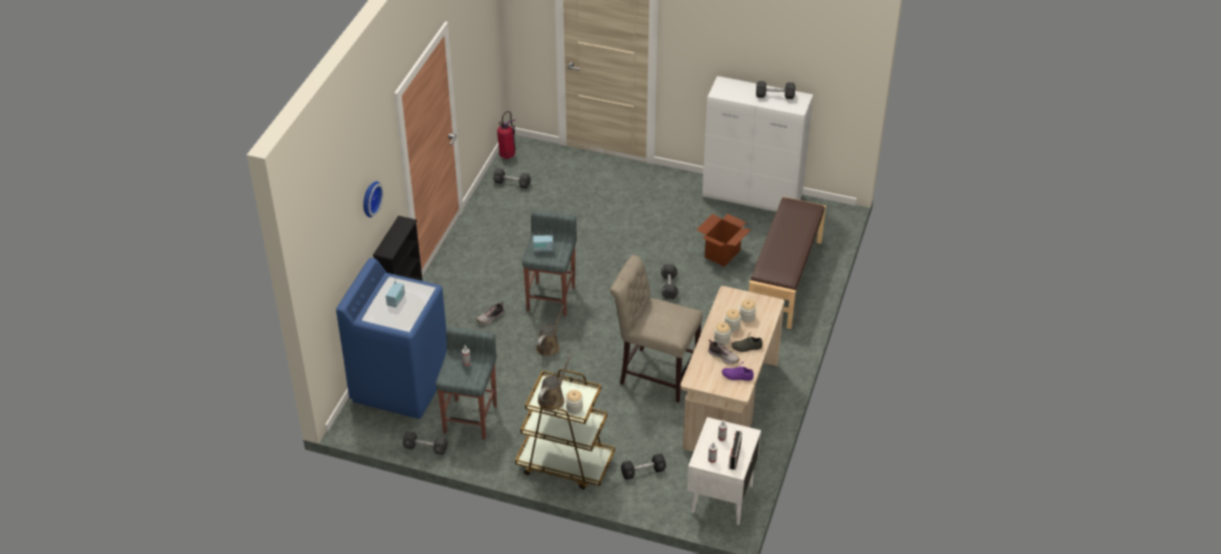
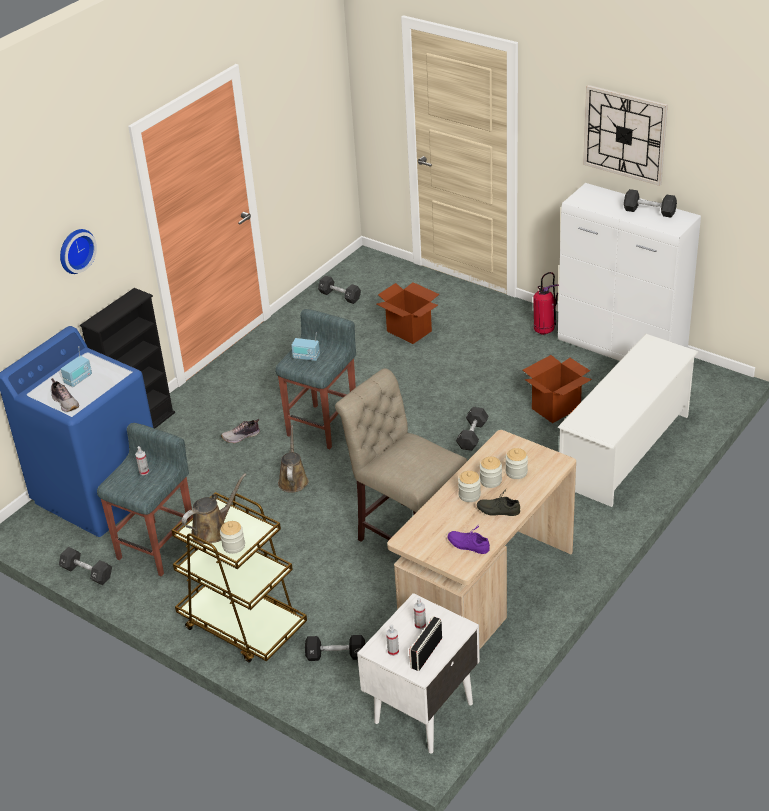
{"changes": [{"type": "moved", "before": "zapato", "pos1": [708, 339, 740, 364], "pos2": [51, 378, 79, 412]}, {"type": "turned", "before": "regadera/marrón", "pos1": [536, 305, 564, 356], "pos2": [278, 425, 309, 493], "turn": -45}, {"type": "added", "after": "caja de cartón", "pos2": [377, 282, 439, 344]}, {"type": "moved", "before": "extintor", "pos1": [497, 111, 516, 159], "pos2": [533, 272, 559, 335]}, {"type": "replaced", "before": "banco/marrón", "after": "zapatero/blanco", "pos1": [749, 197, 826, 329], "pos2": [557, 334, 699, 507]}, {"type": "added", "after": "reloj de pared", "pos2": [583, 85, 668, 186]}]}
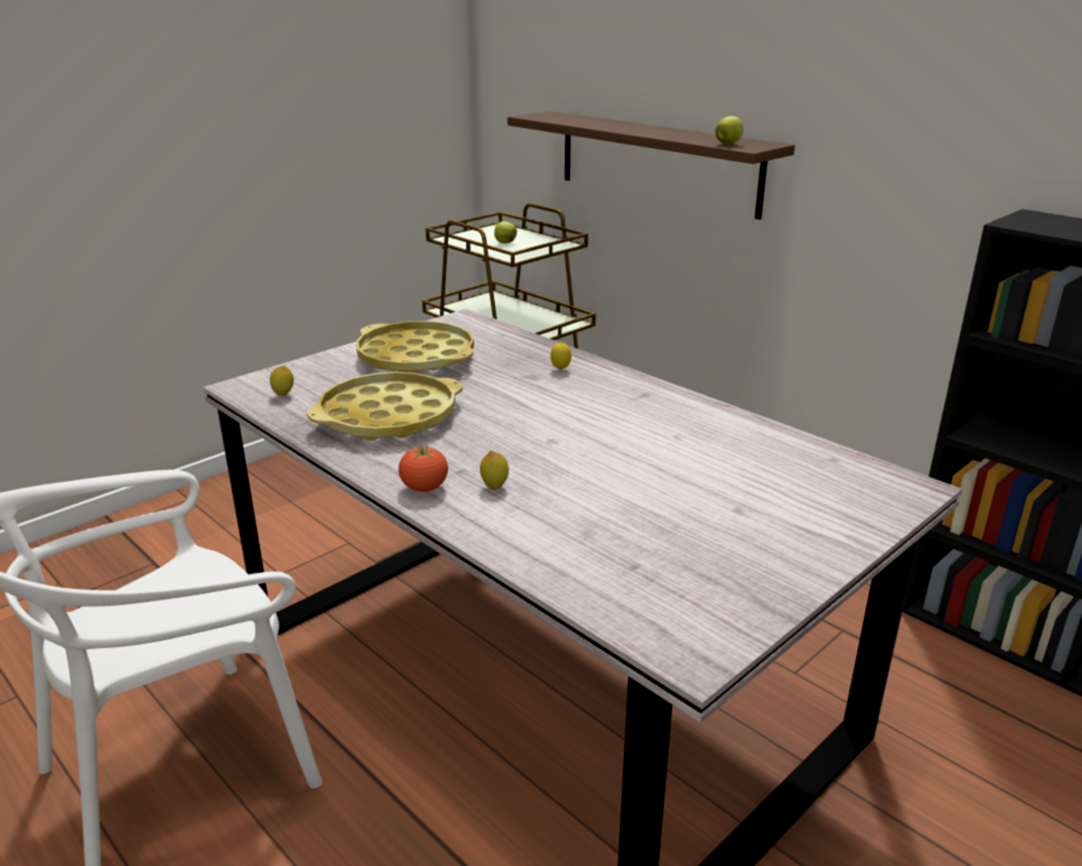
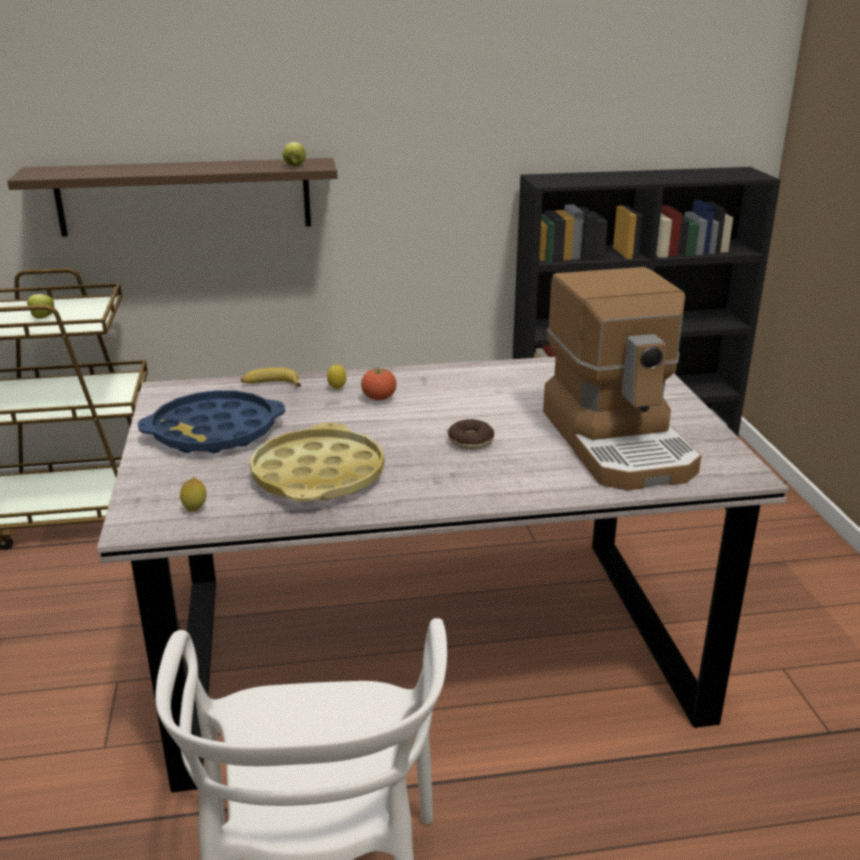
{"changes": [{"type": "recoloured", "before": "bandeja/amarillo", "after": "bandeja/azul", "pos1": [356, 321, 474, 373], "pos2": [138, 390, 285, 453]}, {"type": "added", "after": "plátano", "pos2": [241, 367, 301, 387]}, {"type": "moved", "before": "tomate", "pos1": [399, 445, 448, 492], "pos2": [361, 367, 397, 401]}, {"type": "added", "after": "rosquilla", "pos2": [448, 419, 494, 450]}, {"type": "added", "after": "cafetera", "pos2": [543, 267, 701, 491]}, {"type": "removed", "before": "limón", "pos1": [480, 451, 509, 490]}]}
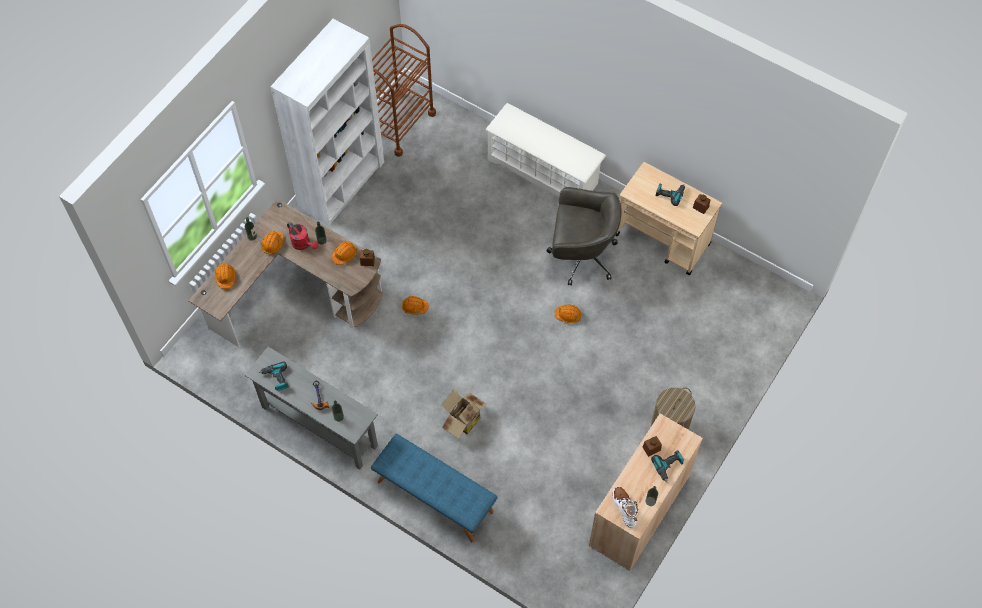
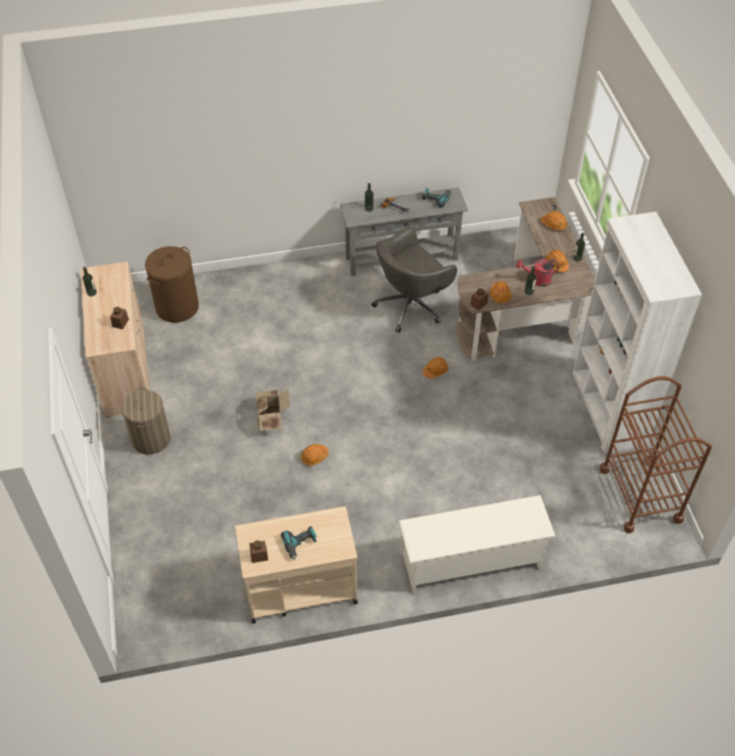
{"changes": [{"type": "added", "after": "cesto de la ropa/marrón", "pos2": [145, 246, 199, 323]}, {"type": "moved", "before": "caja de cartón", "pos1": [441, 390, 486, 439], "pos2": [256, 389, 290, 431]}, {"type": "moved", "before": "silla de oficina/gris", "pos1": [546, 187, 622, 286], "pos2": [371, 227, 457, 333]}, {"type": "removed", "before": "banco/azul", "pos1": [371, 434, 497, 542]}, {"type": "removed", "before": "bota/blanco", "pos1": [612, 487, 638, 528]}, {"type": "removed", "before": "taladro", "pos1": [651, 450, 684, 482]}]}
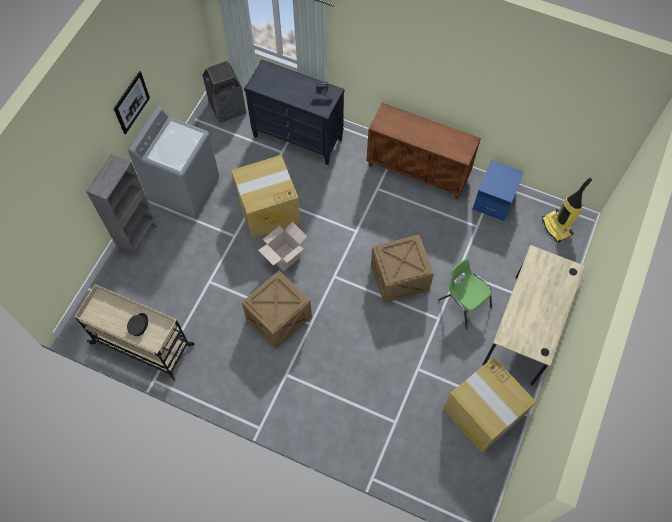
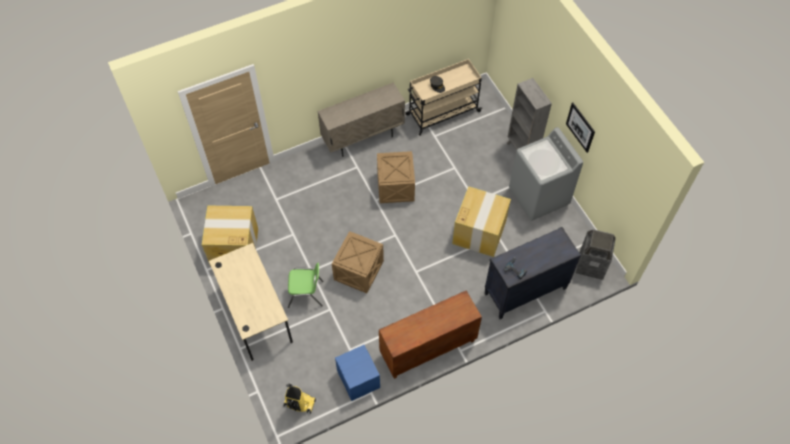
{"changes": [{"type": "added", "after": "armario/beis", "pos2": [317, 82, 405, 157]}, {"type": "removed", "before": "caja de cartón", "pos1": [258, 222, 307, 271]}]}
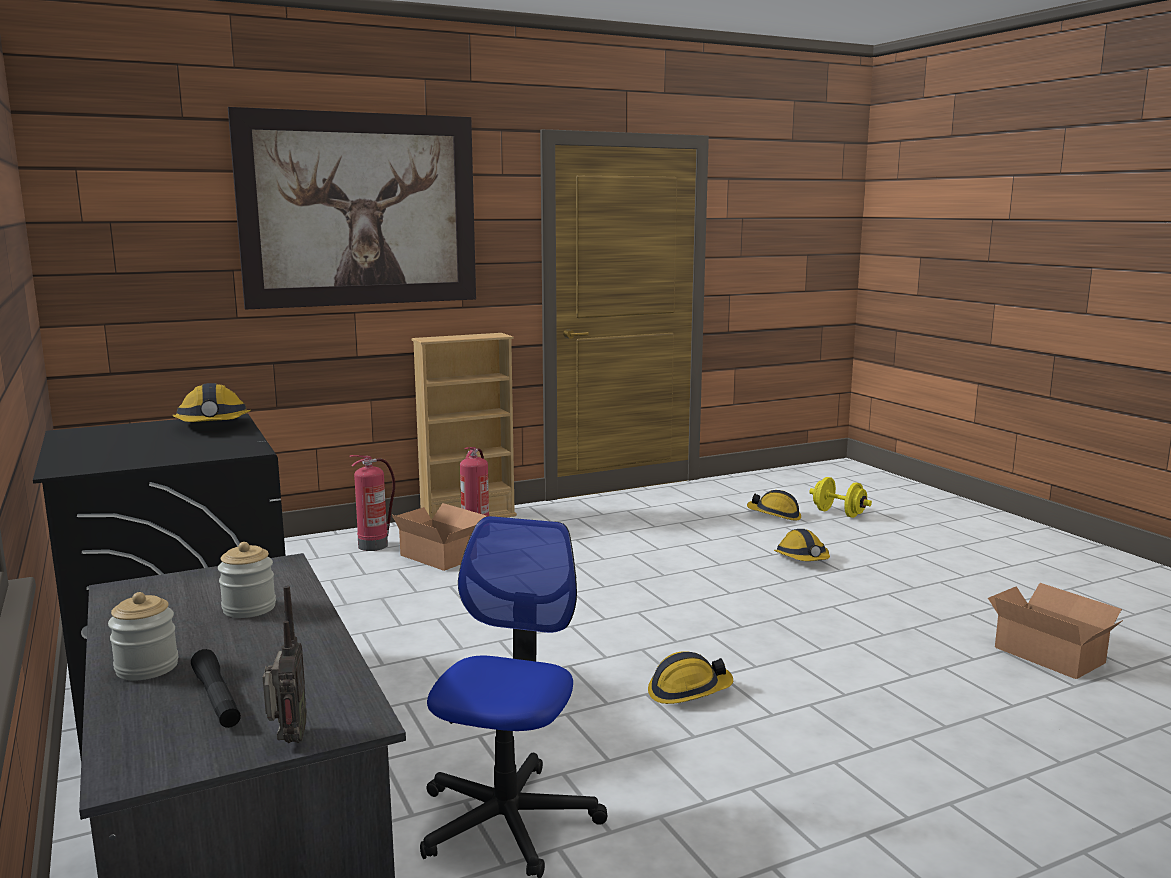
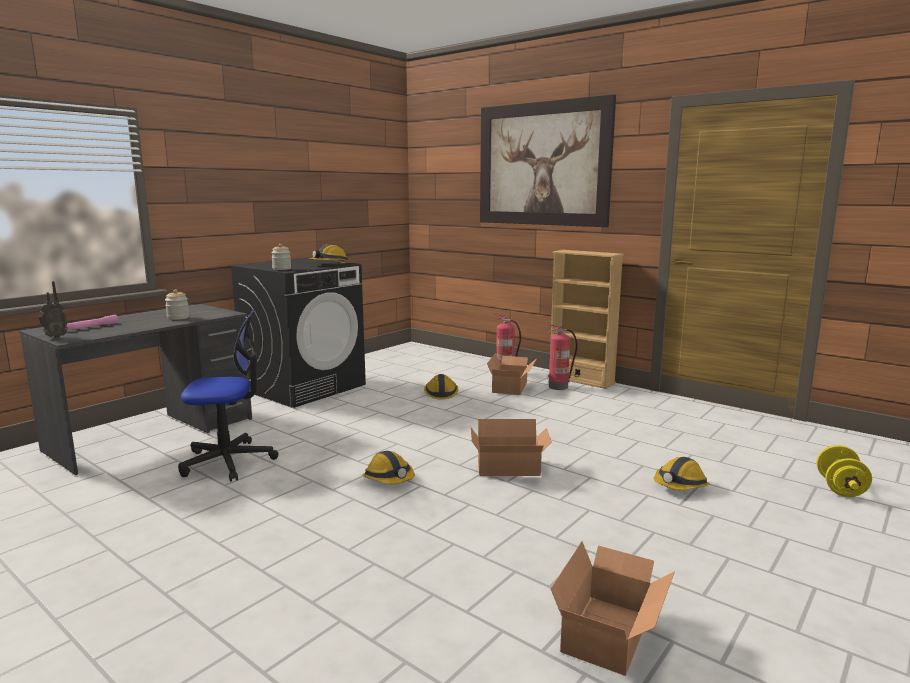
{"changes": [{"type": "recoloured", "before": "linterna/negro", "after": "linterna/rosa", "pos1": [191, 649, 241, 728], "pos2": [66, 315, 118, 331]}, {"type": "moved", "before": "tarro", "pos1": [108, 592, 178, 680], "pos2": [271, 244, 291, 270]}, {"type": "moved", "before": "casco", "pos1": [747, 490, 801, 521], "pos2": [424, 374, 459, 400]}, {"type": "added", "after": "caja de cartón", "pos2": [471, 419, 552, 476]}]}
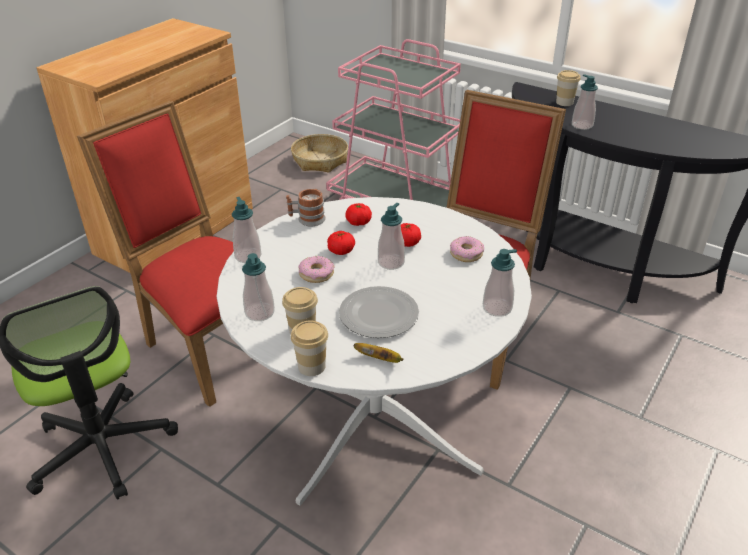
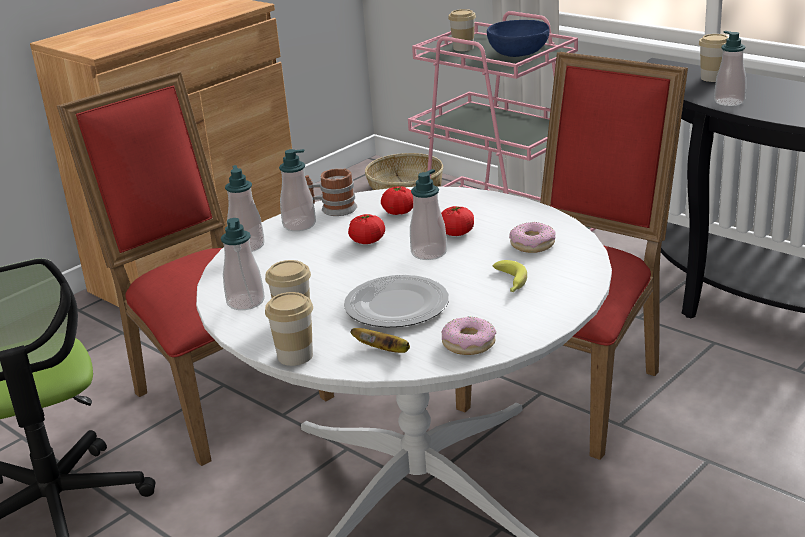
{"changes": [{"type": "moved", "before": "dispensador de jabón", "pos1": [483, 249, 517, 317], "pos2": [279, 149, 316, 231]}, {"type": "moved", "before": "rosquilla", "pos1": [298, 256, 334, 283], "pos2": [442, 316, 496, 355]}, {"type": "added", "after": "taza", "pos2": [448, 9, 476, 51]}, {"type": "added", "after": "cuenco/azul", "pos2": [487, 20, 550, 57]}, {"type": "added", "after": "plátano", "pos2": [492, 260, 527, 293]}]}
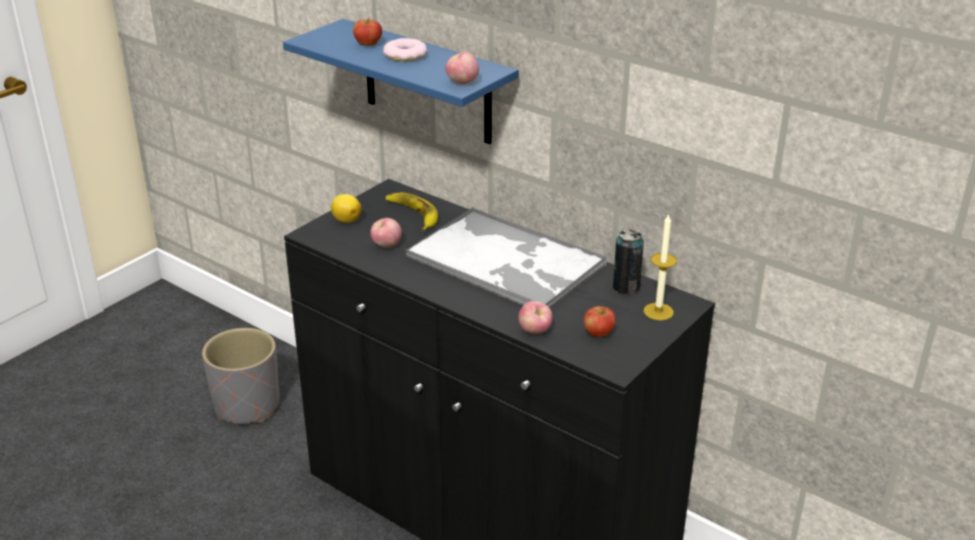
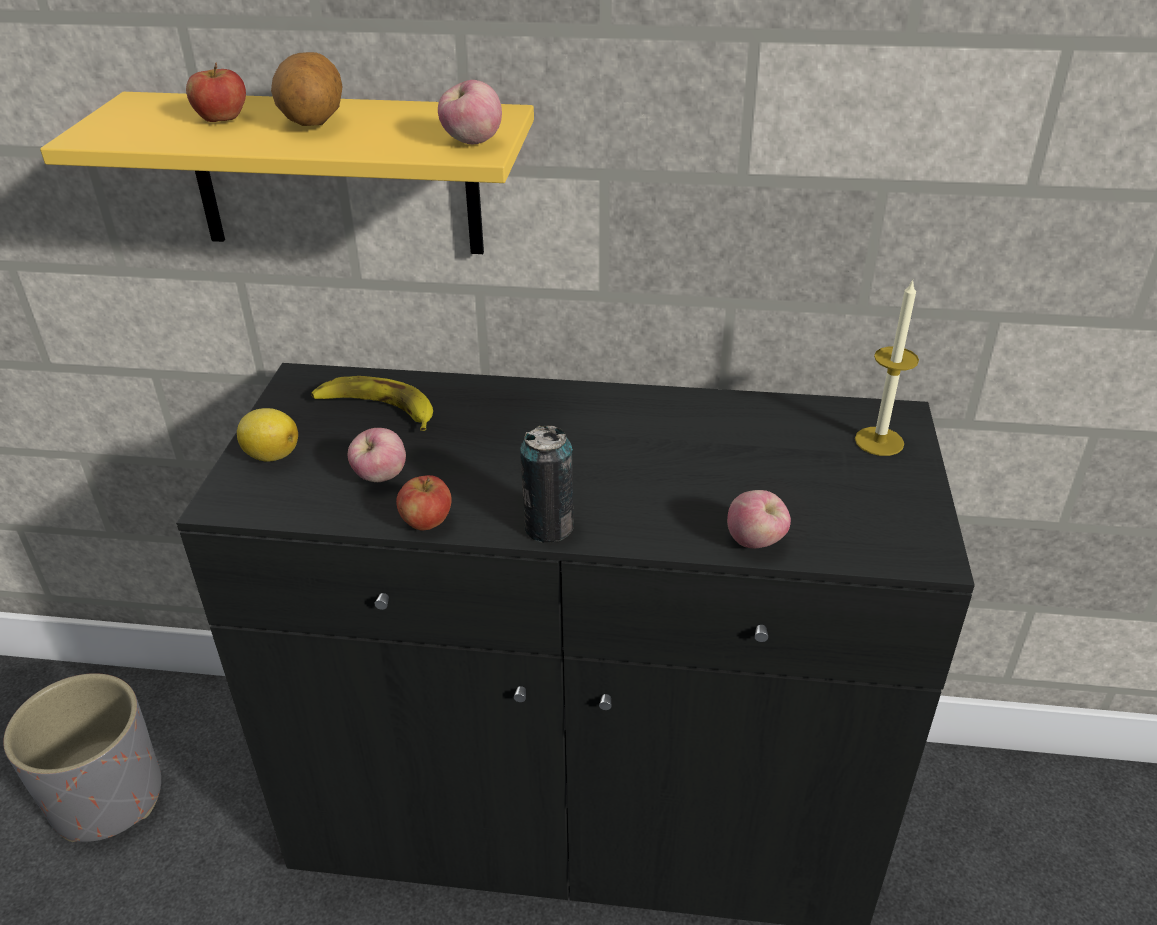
{"changes": [{"type": "recoloured", "before": "estante/azul", "after": "estante/amarillo", "pos1": [283, 19, 519, 144], "pos2": [40, 92, 534, 254]}, {"type": "replaced", "before": "rosquilla", "after": "patata", "pos1": [383, 38, 427, 61], "pos2": [271, 52, 342, 126]}, {"type": "moved", "before": "manzana", "pos1": [584, 306, 615, 337], "pos2": [396, 475, 452, 530]}, {"type": "moved", "before": "lata", "pos1": [613, 229, 644, 294], "pos2": [520, 426, 574, 543]}, {"type": "removed", "before": "bandeja", "pos1": [405, 207, 607, 308]}]}
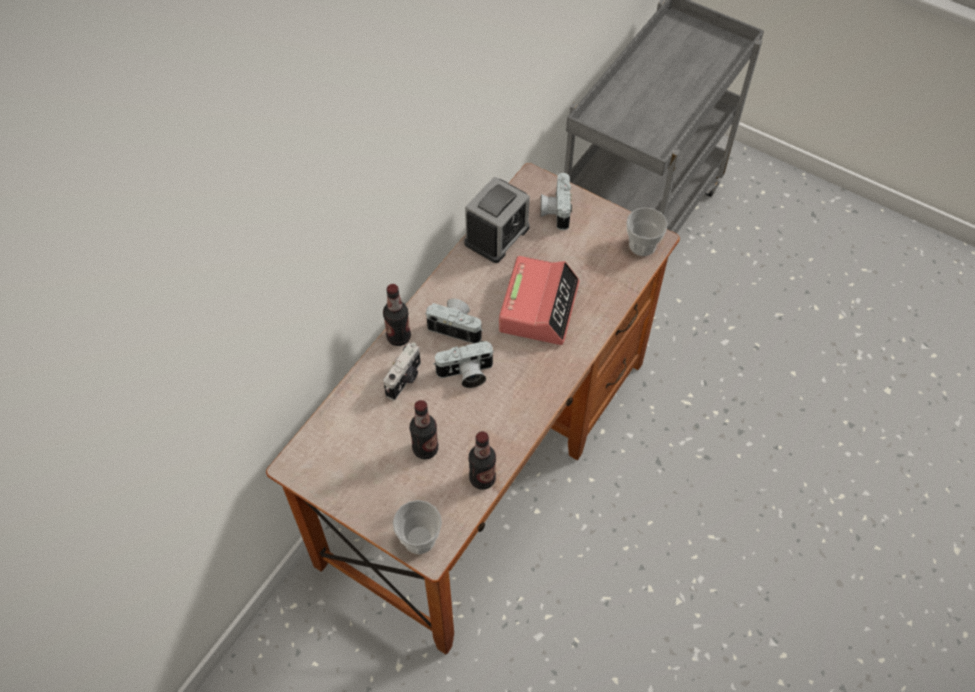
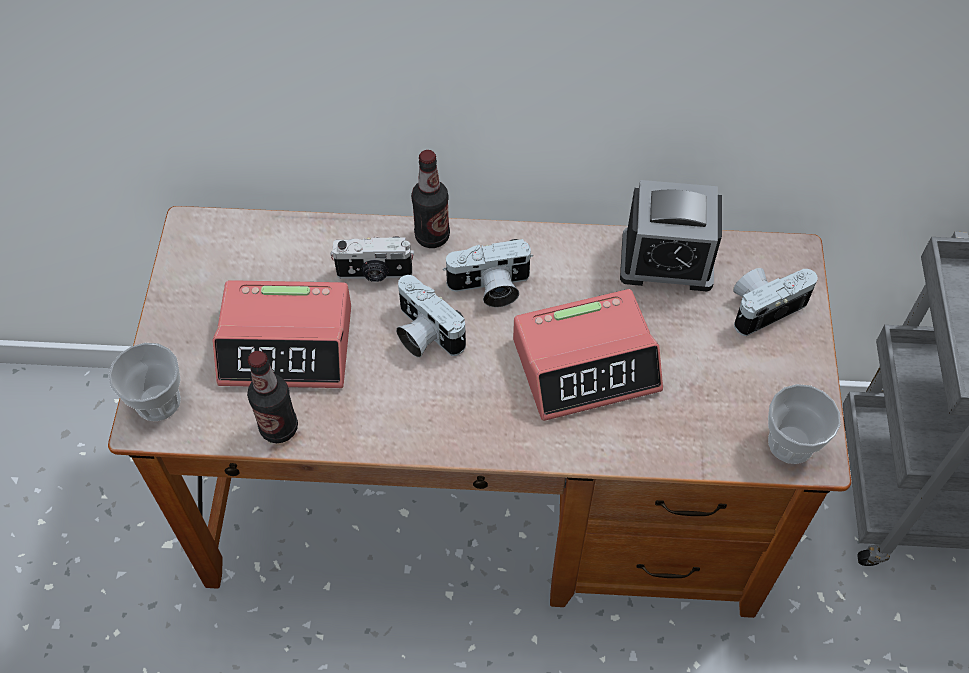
{"changes": [{"type": "replaced", "before": "botella", "after": "despertador", "pos1": [410, 400, 438, 459], "pos2": [212, 280, 351, 388]}, {"type": "turned", "before": "cámara", "pos1": [425, 299, 483, 344], "pos2": [443, 239, 533, 307], "turn": 90}]}
